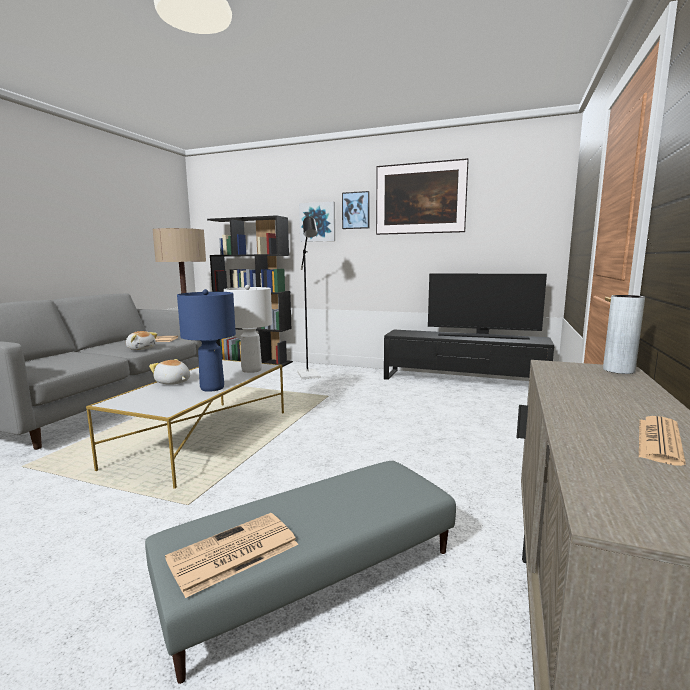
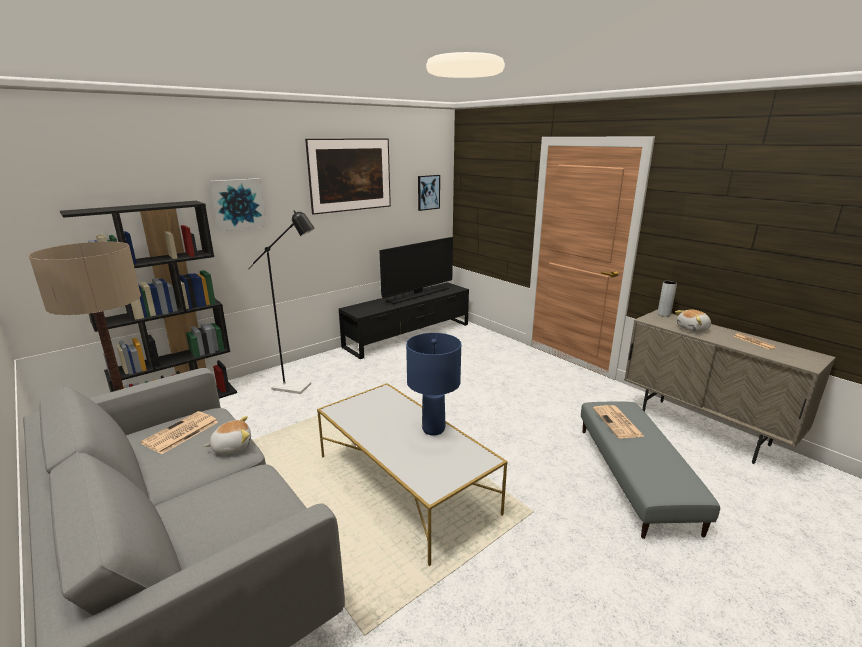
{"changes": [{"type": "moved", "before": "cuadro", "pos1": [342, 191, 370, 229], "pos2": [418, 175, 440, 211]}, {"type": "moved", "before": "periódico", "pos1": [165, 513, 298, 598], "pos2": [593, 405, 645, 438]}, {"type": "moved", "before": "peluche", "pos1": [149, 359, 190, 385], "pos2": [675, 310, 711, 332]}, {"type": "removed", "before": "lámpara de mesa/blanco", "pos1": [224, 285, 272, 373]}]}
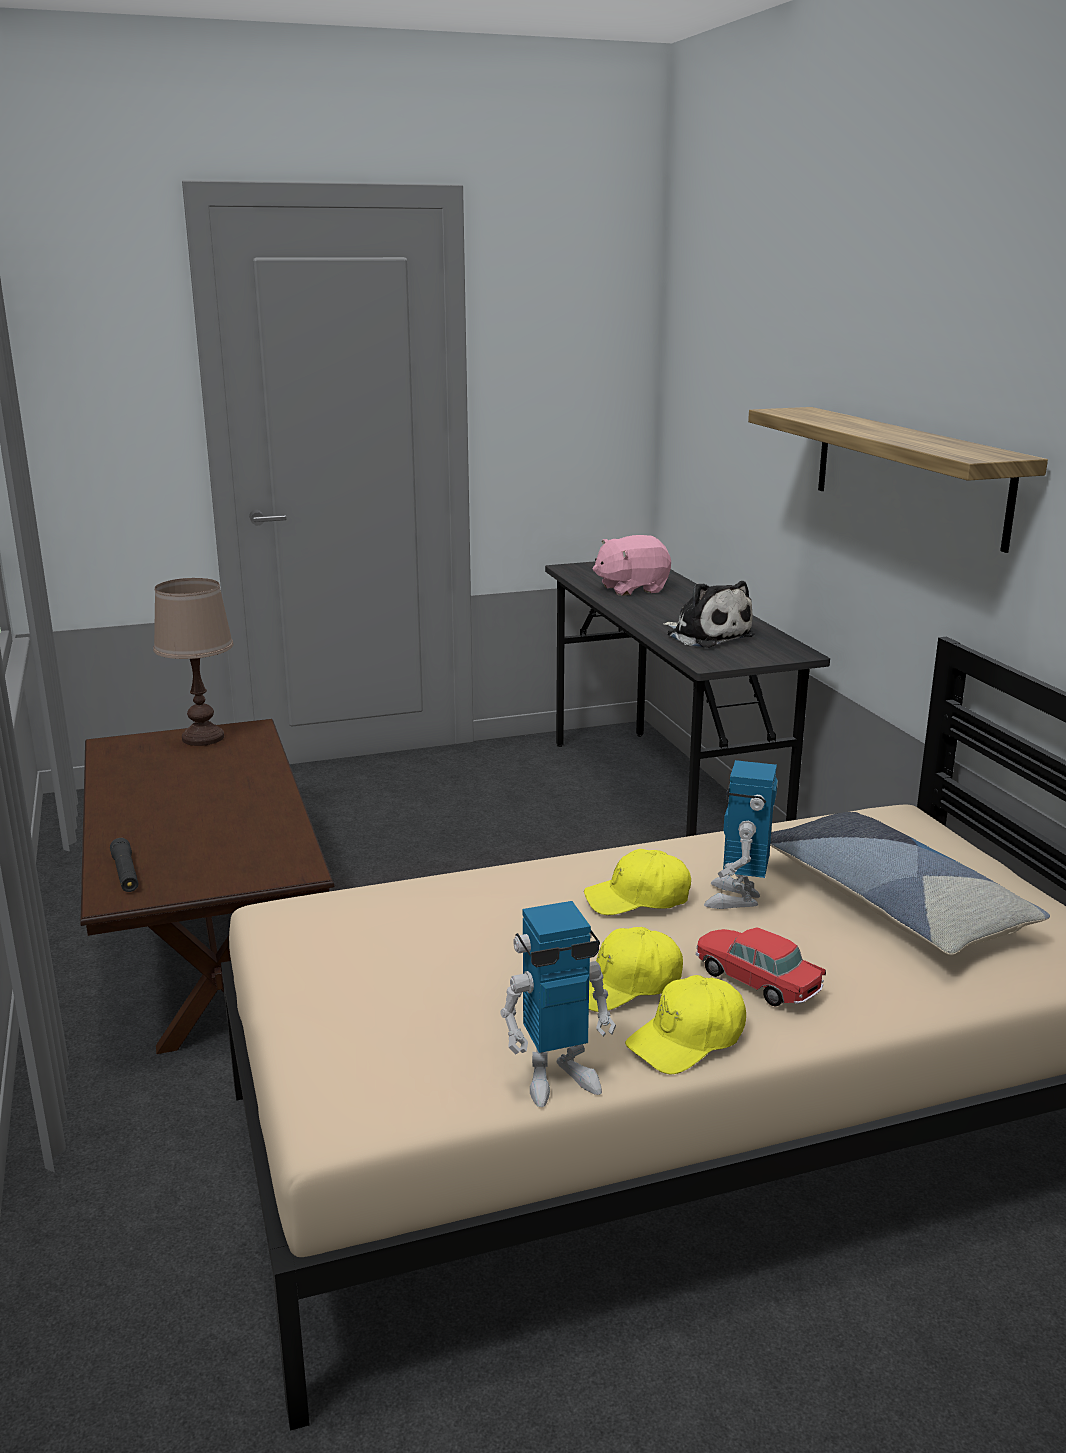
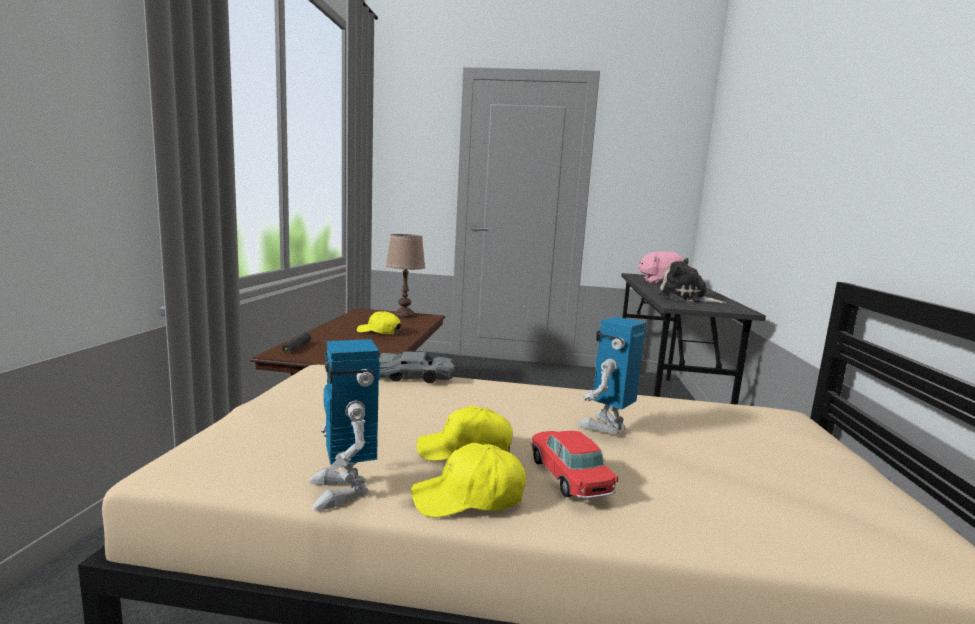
{"changes": [{"type": "turned", "before": "robot de juguete", "pos1": [500, 901, 616, 1107], "pos2": [309, 339, 380, 511], "turn": 60}, {"type": "moved", "before": "gorra/amarillo", "pos1": [584, 849, 691, 915], "pos2": [357, 311, 401, 334]}, {"type": "added", "after": "coche de juguete/gris", "pos2": [379, 351, 455, 383]}, {"type": "turned", "before": "peluche", "pos1": [663, 581, 755, 648], "pos2": [659, 258, 726, 304], "turn": 135}, {"type": "removed", "before": "estante", "pos1": [748, 407, 1048, 553]}, {"type": "removed", "before": "cojín", "pos1": [770, 812, 1050, 955]}]}
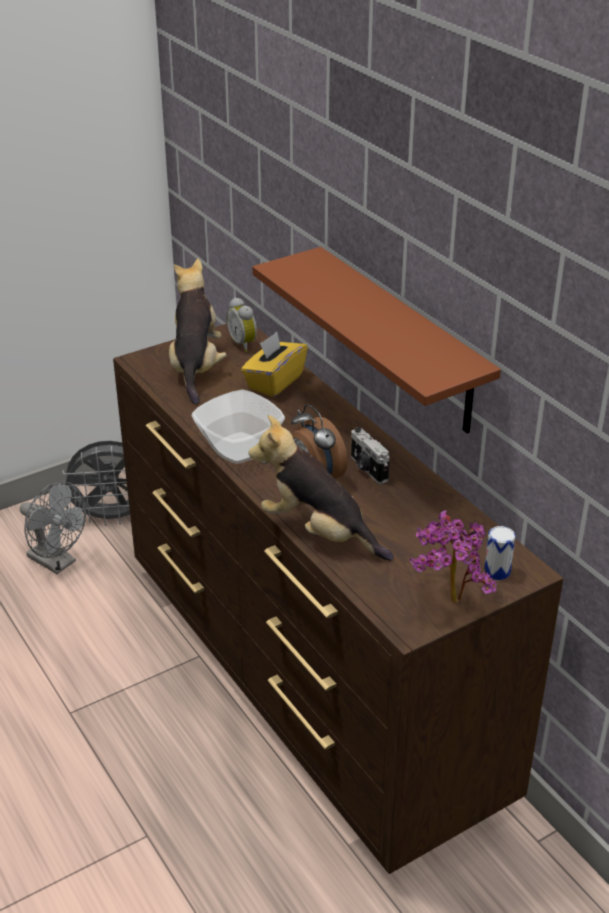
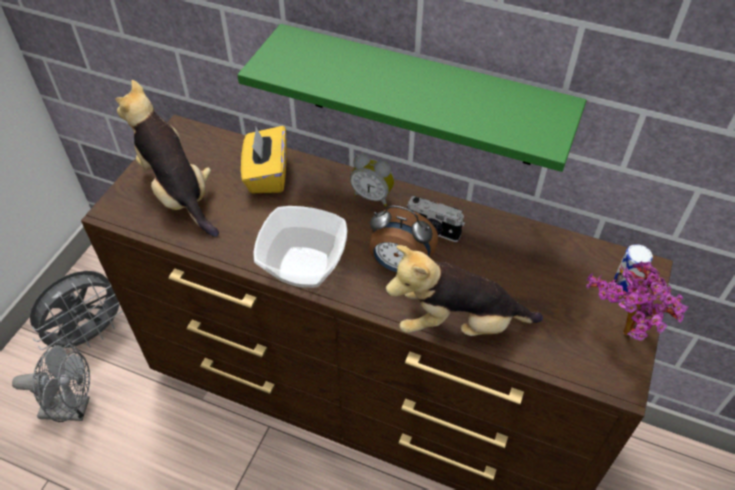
{"changes": [{"type": "recoloured", "before": "estante/marrón", "after": "estante/verde", "pos1": [252, 247, 501, 434], "pos2": [237, 24, 587, 172]}, {"type": "moved", "before": "despertador", "pos1": [226, 297, 257, 352], "pos2": [350, 154, 394, 206]}]}
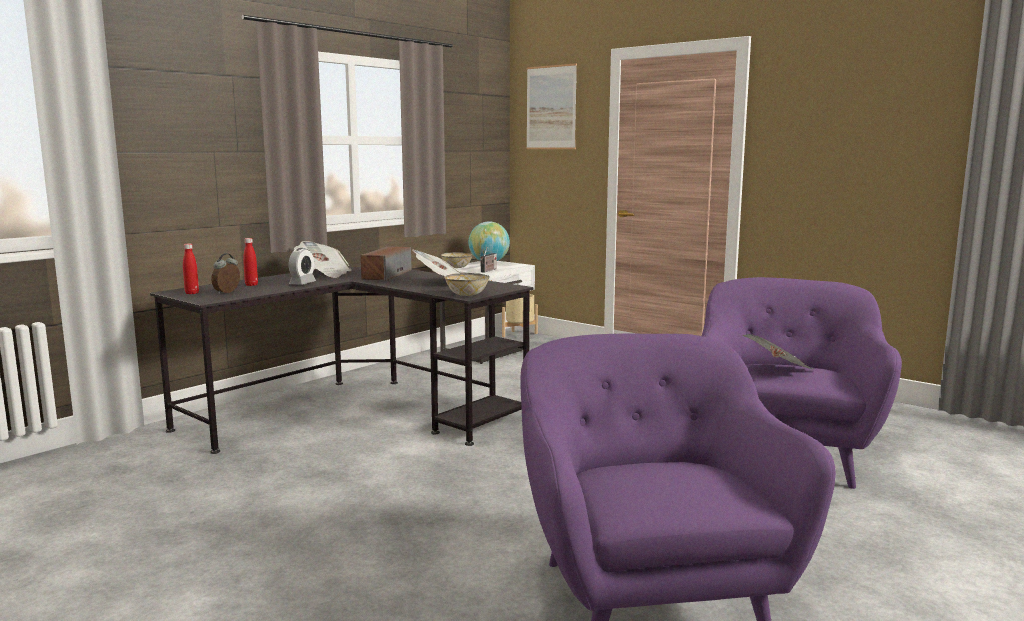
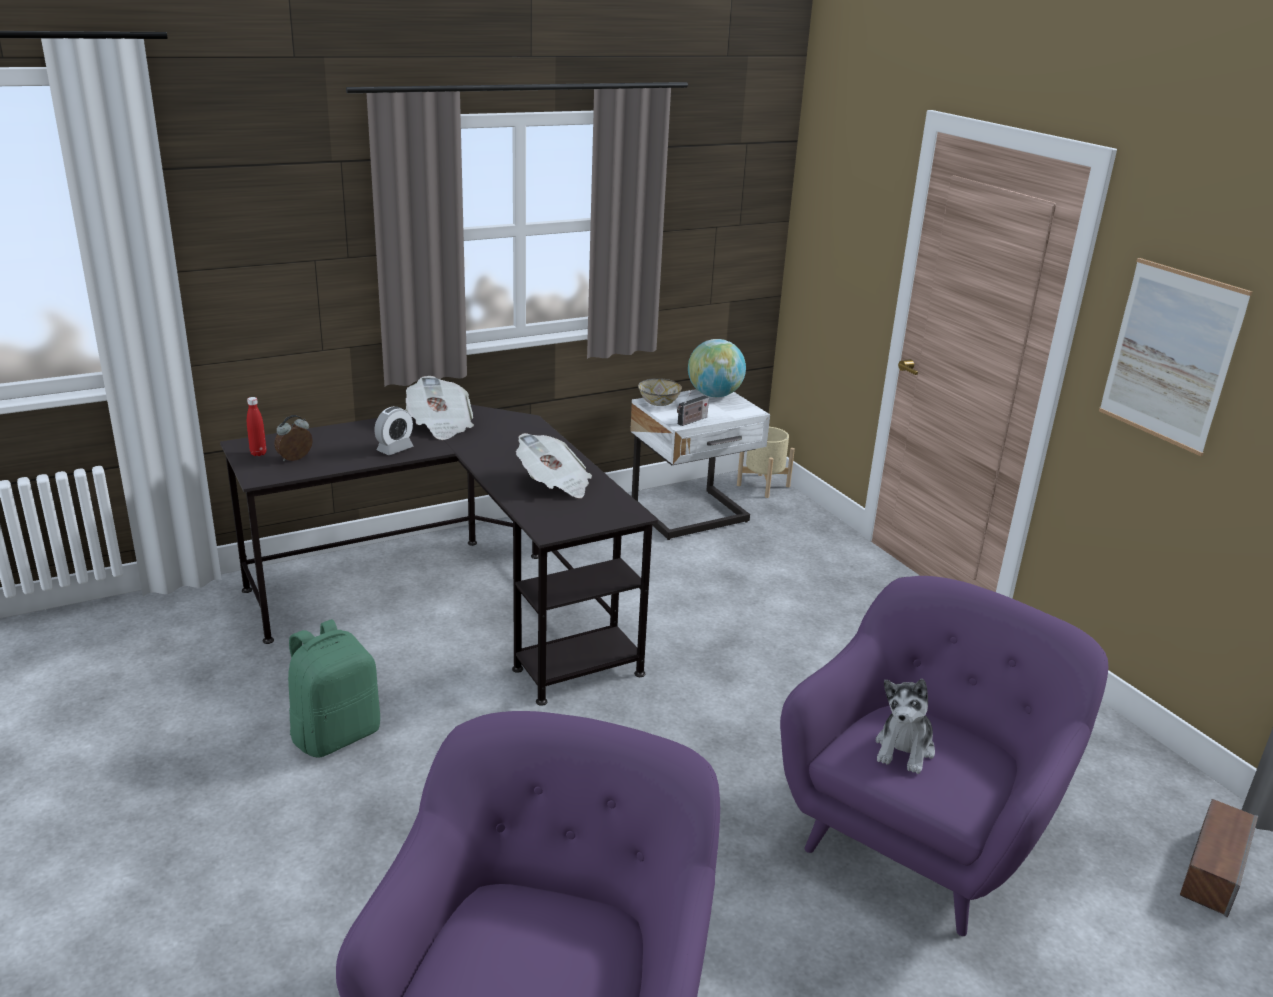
{"changes": [{"type": "added", "after": "mochila/verde", "pos2": [288, 619, 380, 758]}, {"type": "replaced", "before": "periódico", "after": "peluche", "pos1": [743, 334, 813, 369], "pos2": [876, 679, 935, 774]}, {"type": "moved", "before": "cuadro", "pos1": [526, 63, 577, 149], "pos2": [1099, 258, 1252, 456]}, {"type": "moved", "before": "altavoz", "pos1": [361, 246, 412, 281], "pos2": [1180, 799, 1258, 918]}, {"type": "removed", "before": "botella/rojo", "pos1": [243, 238, 258, 286]}, {"type": "removed", "before": "cuenco", "pos1": [445, 273, 490, 296]}]}
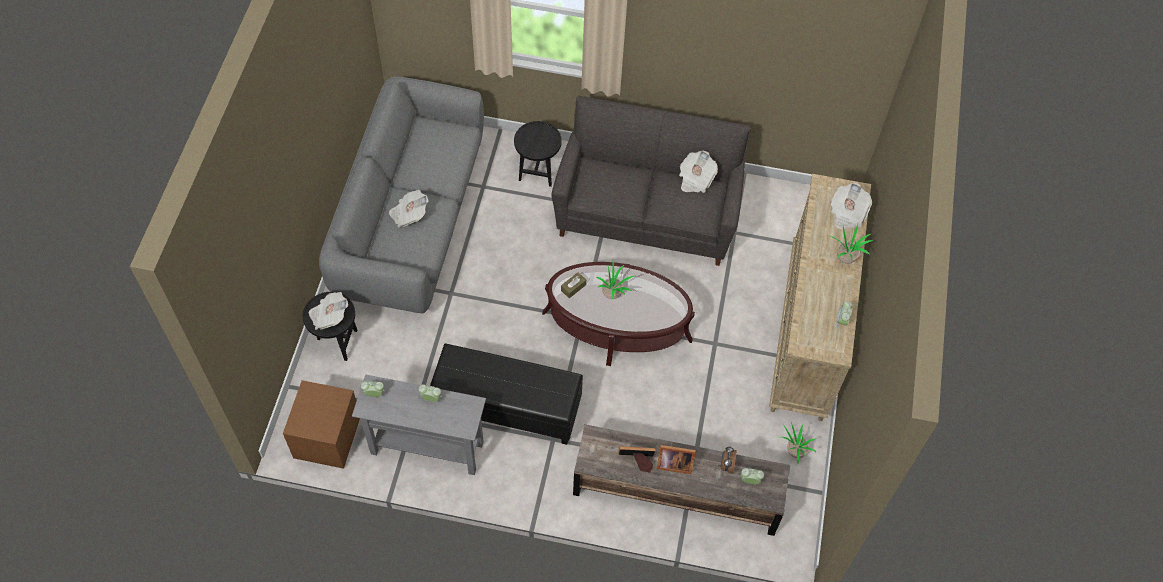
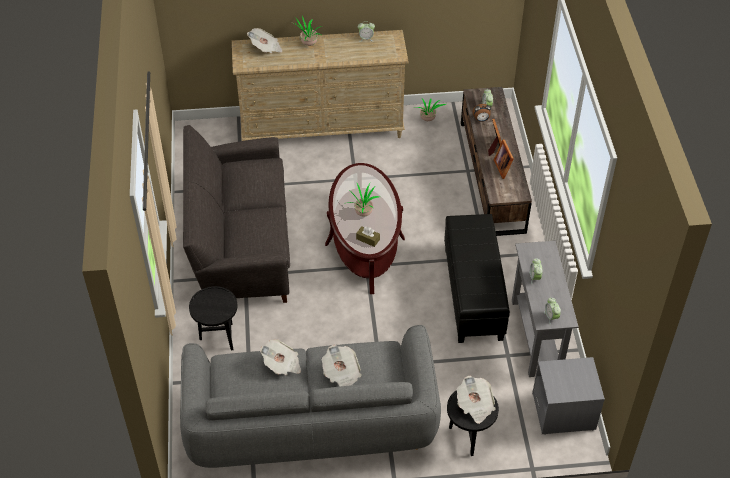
{"changes": [{"type": "moved", "before": "periódico", "pos1": [679, 151, 718, 193], "pos2": [260, 339, 301, 375]}, {"type": "recoloured", "before": "mesita de noche/marrón", "after": "mesita de noche/gris", "pos1": [283, 380, 360, 469], "pos2": [532, 357, 605, 435]}]}
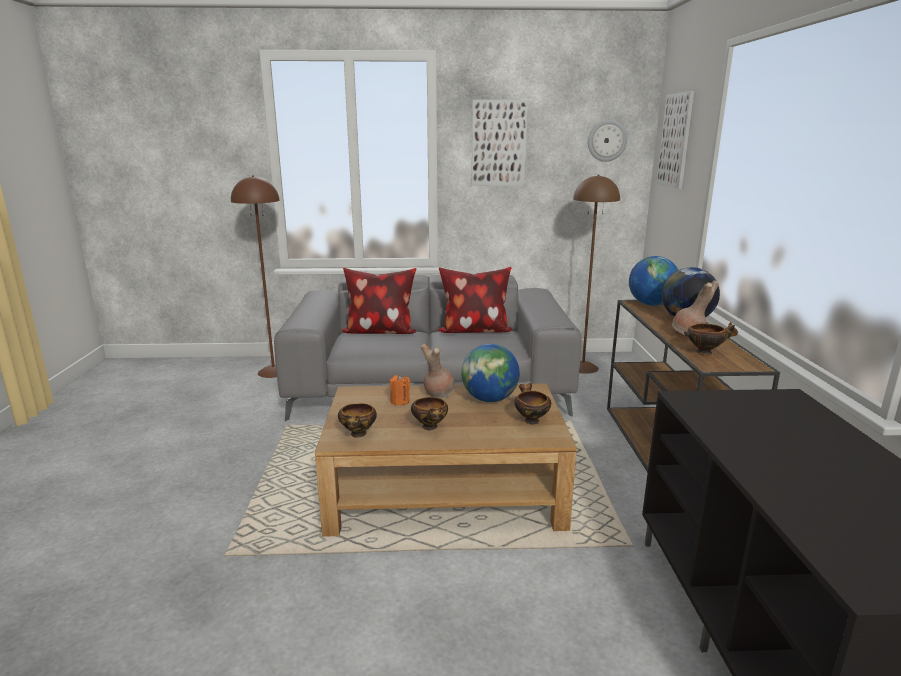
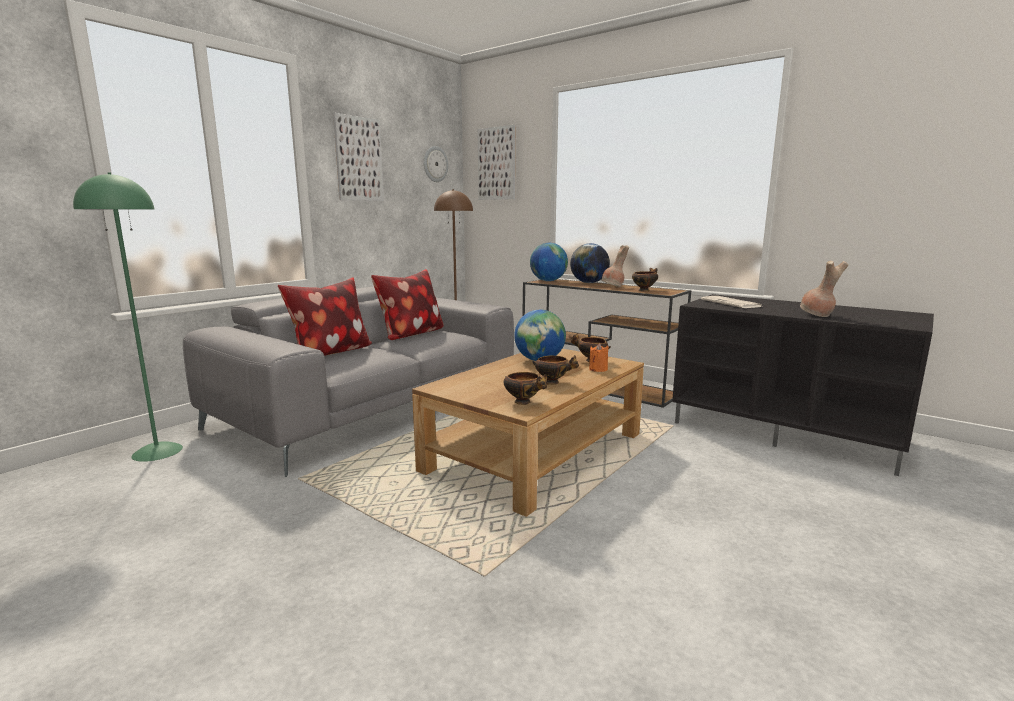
{"changes": [{"type": "recoloured", "before": "lámpara de pie/marrón", "after": "lámpara de pie/verde", "pos1": [231, 175, 280, 378], "pos2": [73, 172, 183, 462]}, {"type": "moved", "before": "vela/naranja", "pos1": [390, 375, 410, 405], "pos2": [589, 343, 609, 372]}, {"type": "added", "after": "periódico", "pos2": [701, 296, 762, 308]}, {"type": "moved", "before": "florero/marrón", "pos1": [420, 344, 454, 398], "pos2": [800, 261, 848, 317]}]}
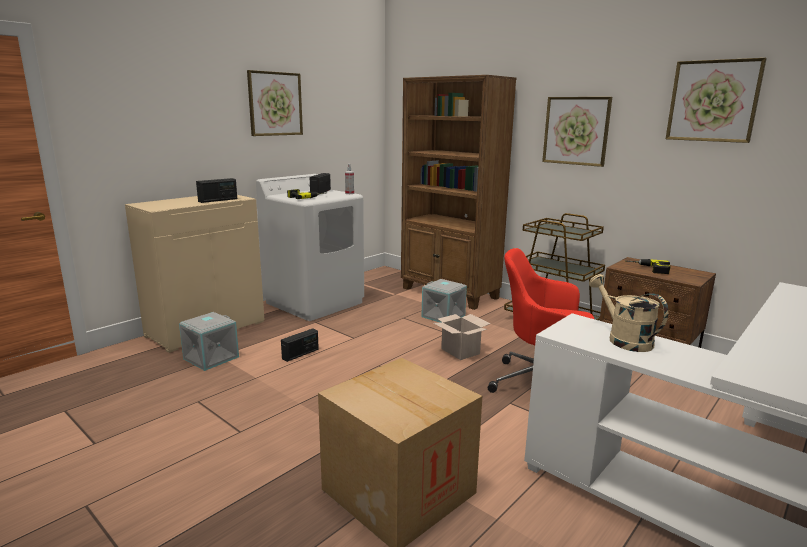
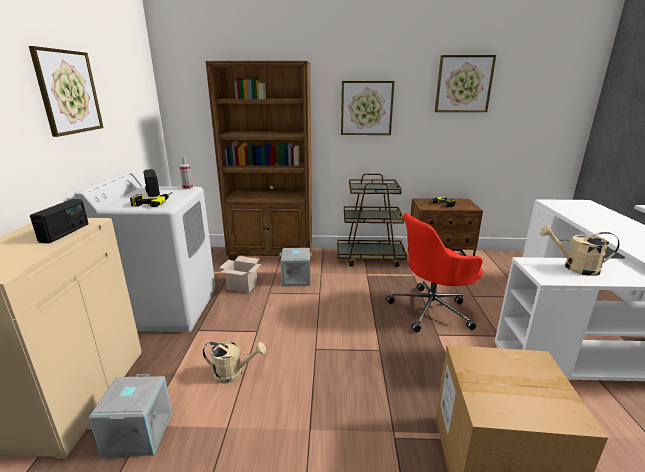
{"changes": [{"type": "replaced", "before": "radio", "after": "regadera/beis", "pos1": [281, 328, 319, 362], "pos2": [203, 342, 266, 383]}, {"type": "moved", "before": "caja de cartón", "pos1": [434, 314, 491, 360], "pos2": [219, 256, 261, 293]}]}
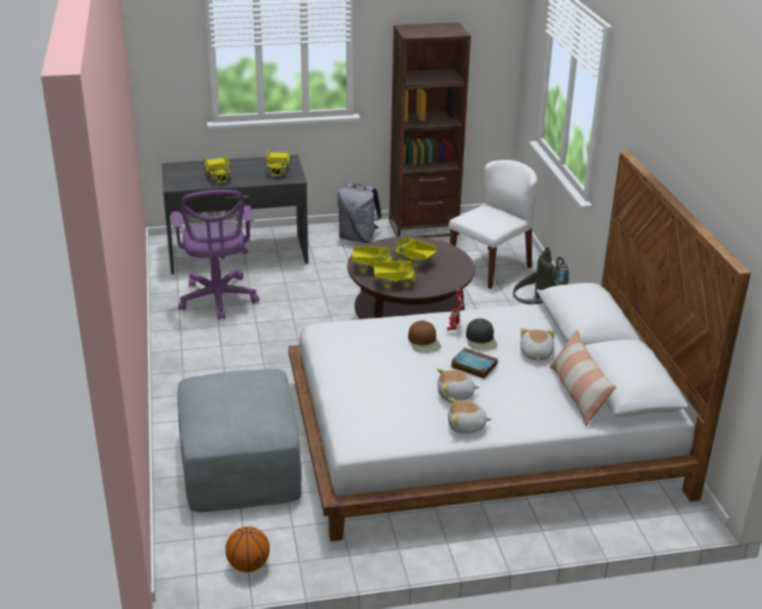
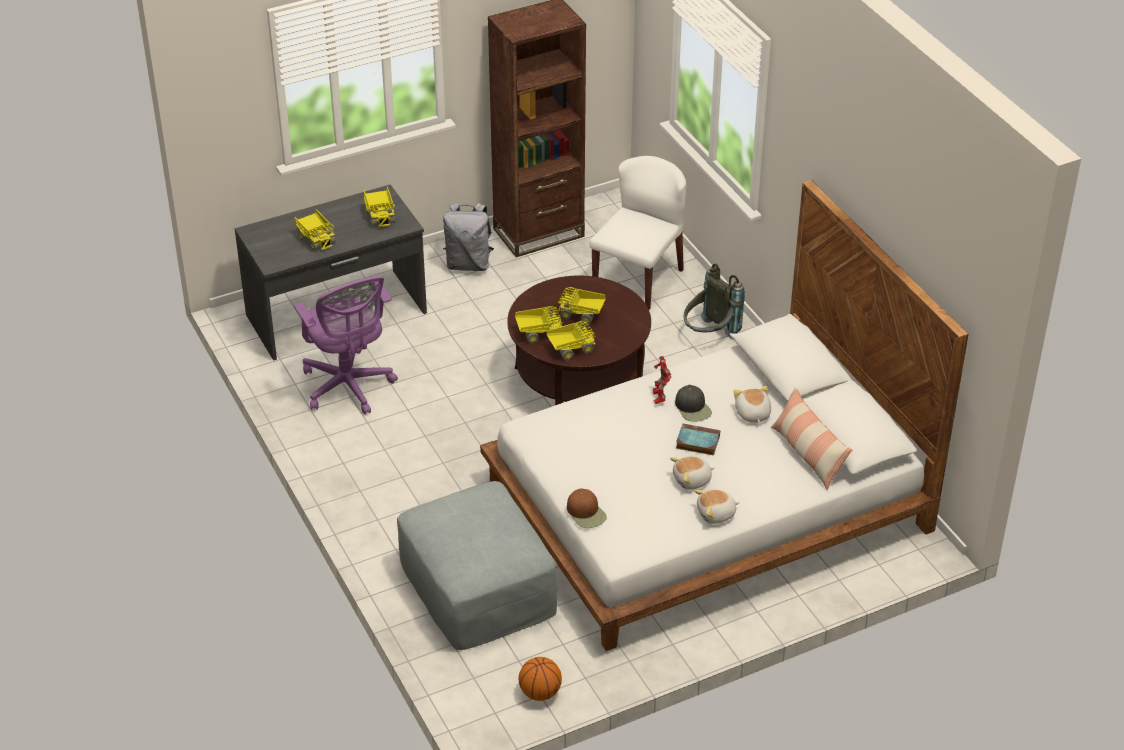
{"changes": [{"type": "moved", "before": "gorra/marrón", "pos1": [408, 320, 441, 353], "pos2": [567, 488, 607, 528]}]}
